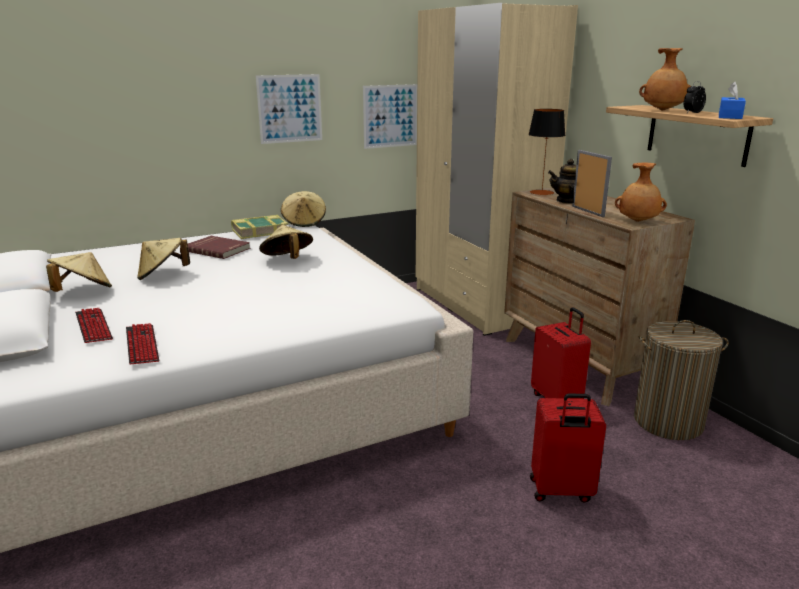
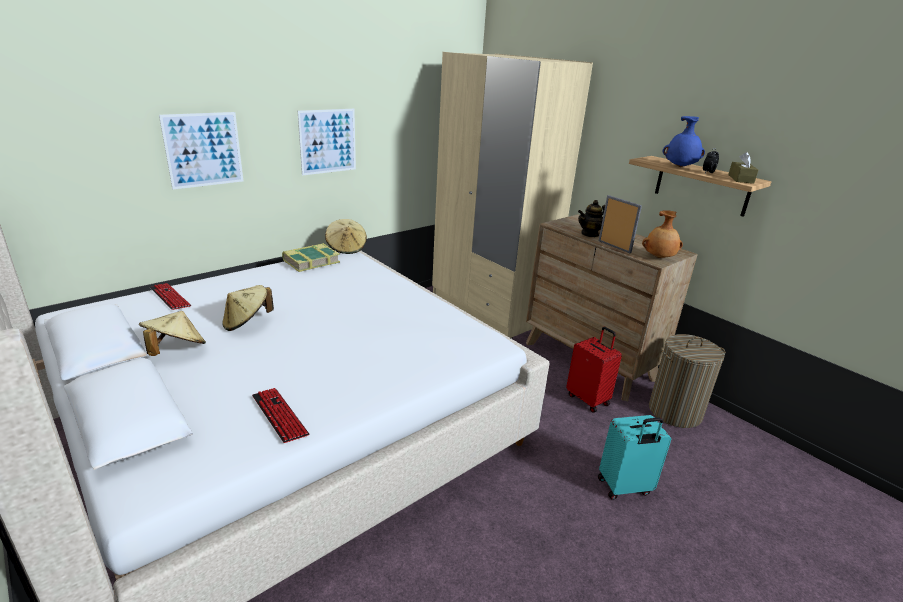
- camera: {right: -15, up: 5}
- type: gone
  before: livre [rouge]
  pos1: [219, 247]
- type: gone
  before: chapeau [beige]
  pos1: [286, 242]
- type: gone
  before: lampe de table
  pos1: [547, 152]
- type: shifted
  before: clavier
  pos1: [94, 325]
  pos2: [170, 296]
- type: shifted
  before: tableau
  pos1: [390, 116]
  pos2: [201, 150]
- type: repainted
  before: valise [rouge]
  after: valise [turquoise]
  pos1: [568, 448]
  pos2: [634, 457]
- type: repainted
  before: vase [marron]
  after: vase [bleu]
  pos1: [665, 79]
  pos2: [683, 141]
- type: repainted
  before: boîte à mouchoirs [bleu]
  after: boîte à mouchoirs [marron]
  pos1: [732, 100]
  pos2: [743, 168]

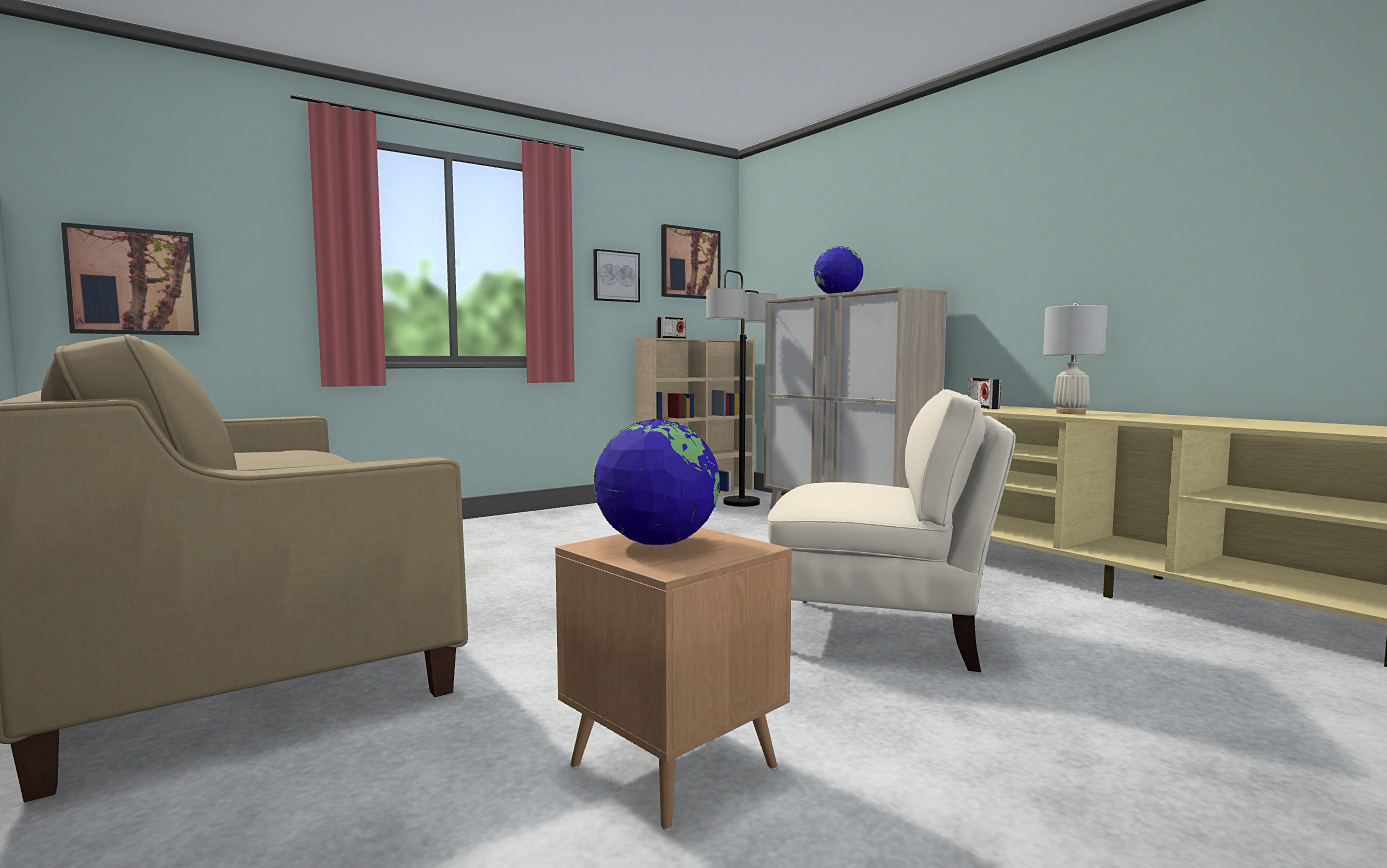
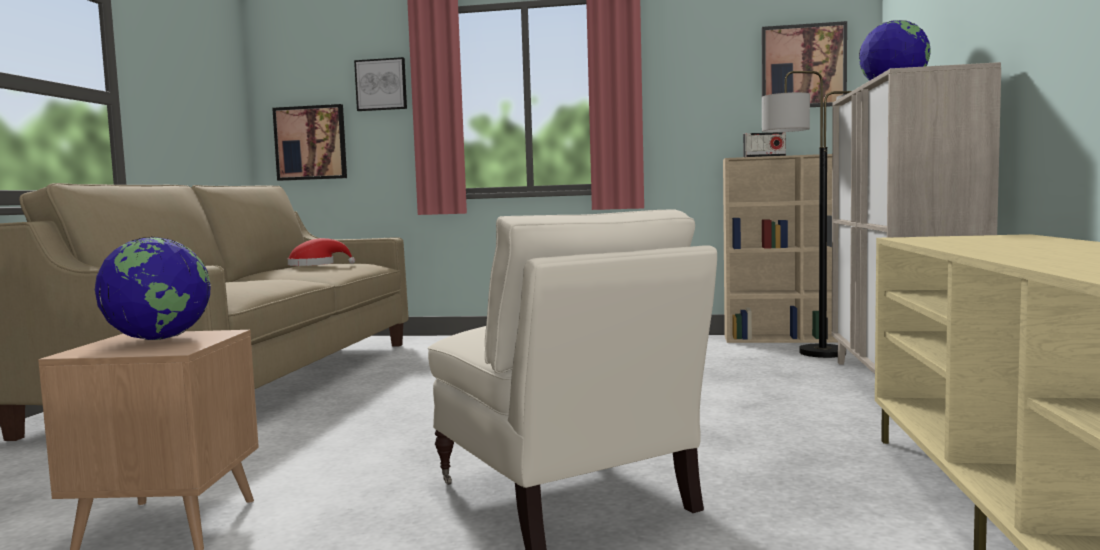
- camera: {right: 45, up: 0}
- type: gone
  before: radio
  pos1: [984, 393]
- type: gone
  before: lampe de table [blanc]
  pos1: [1075, 358]
- type: new
  after: chapeau [rouge]
  pos2: [321, 252]
- type: shifted
  before: tableau
  pos1: [616, 275]
  pos2: [380, 84]

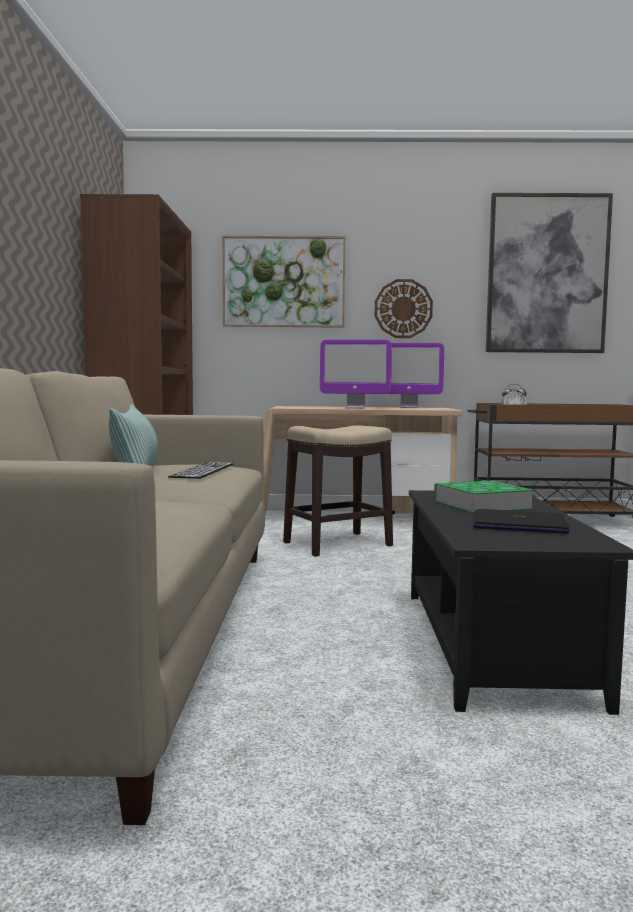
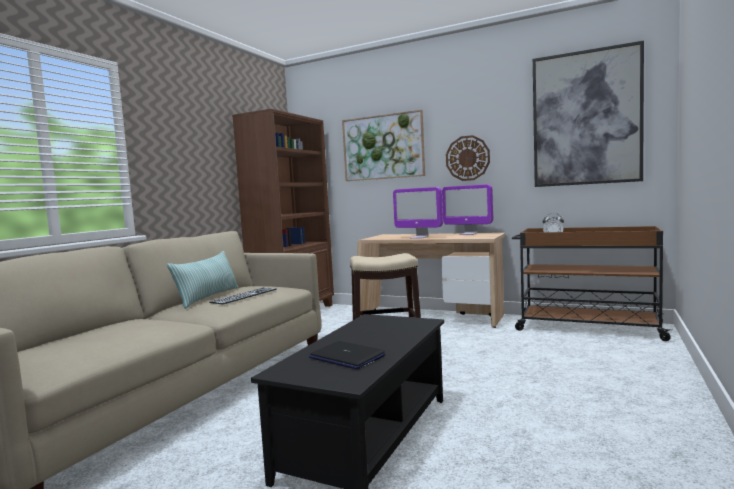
- camera: {right: 25, up: 0}
- type: gone
  before: livre
  pos1: [484, 496]

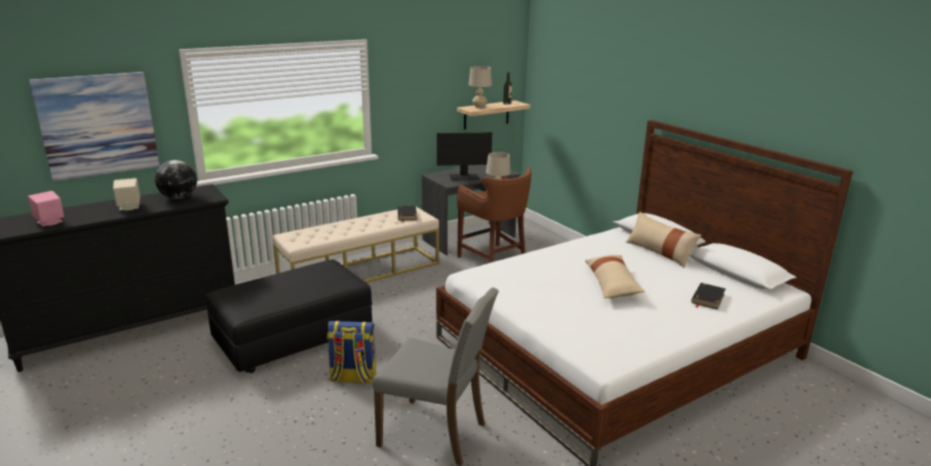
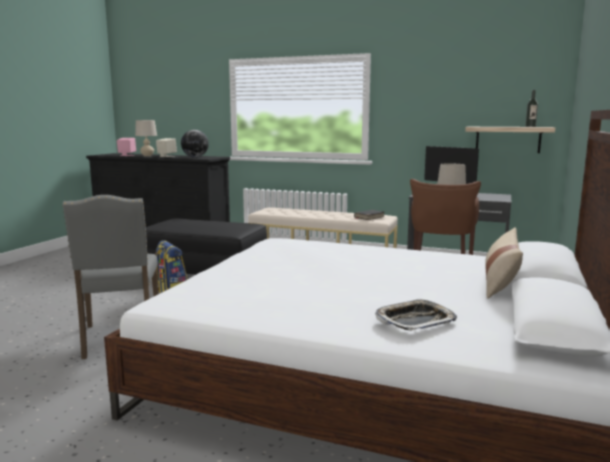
- camera: {right: 55, up: -10}
- type: gone
  before: tableau
  pos1: [94, 126]
- type: gone
  before: coussin [beige]
  pos1: [615, 276]
- type: shifted
  before: lampe de table [beige]
  pos1: [480, 87]
  pos2: [146, 138]
- type: swapped
  before: livre [noir]
  after: plateau
  pos1: [708, 296]
  pos2: [416, 315]

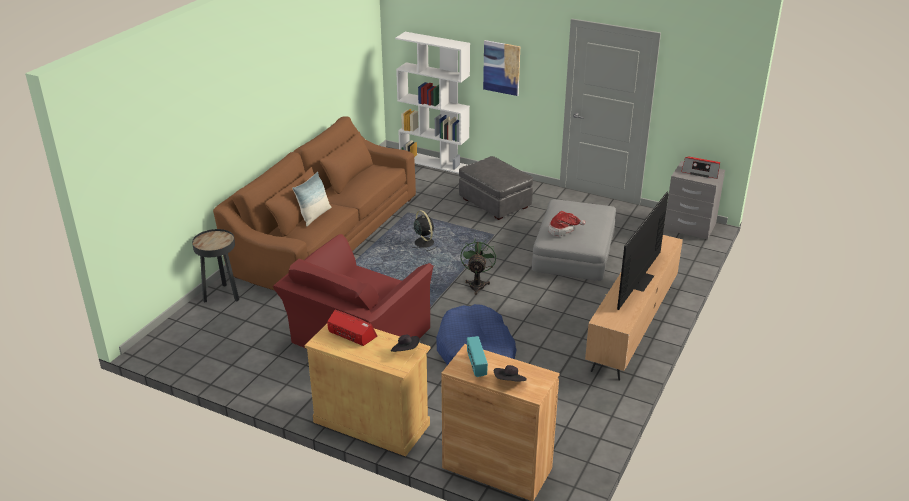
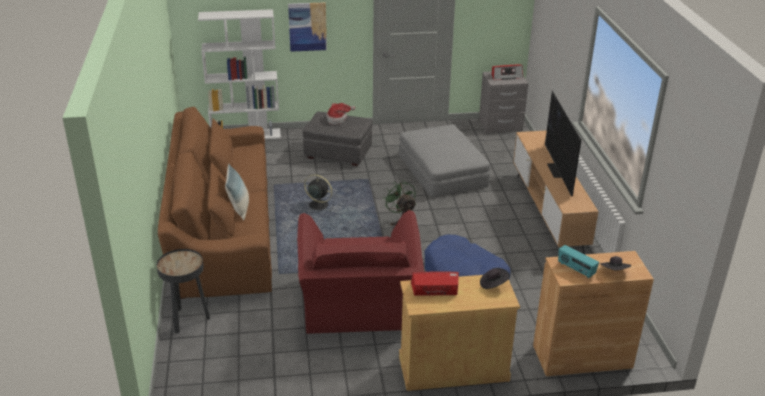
- camera: {right: -35, up: 0}
- type: shifted
  before: chapeau
  pos1: [567, 223]
  pos2: [340, 114]

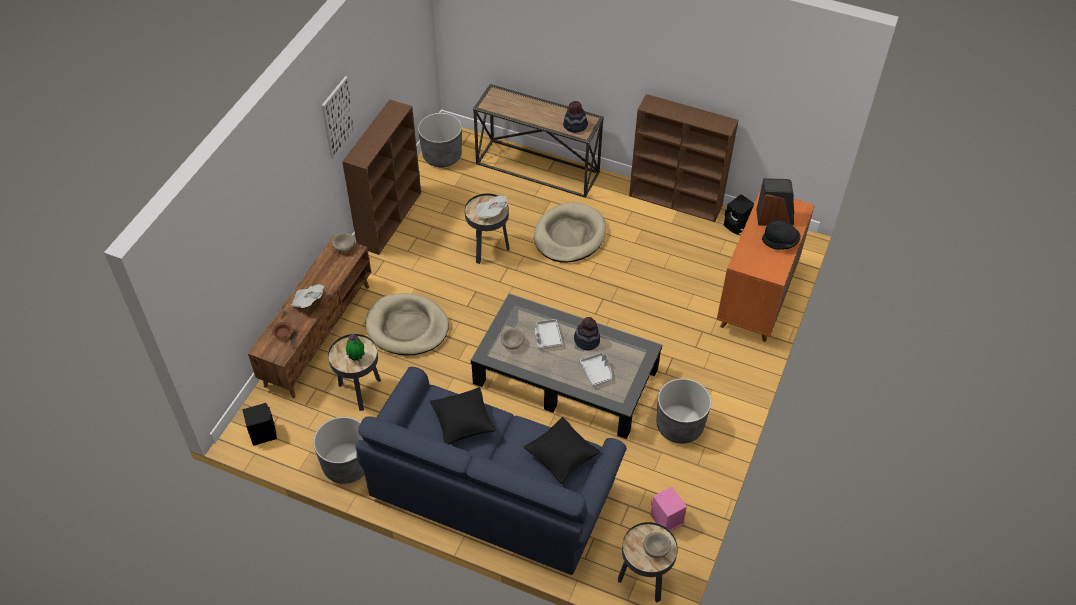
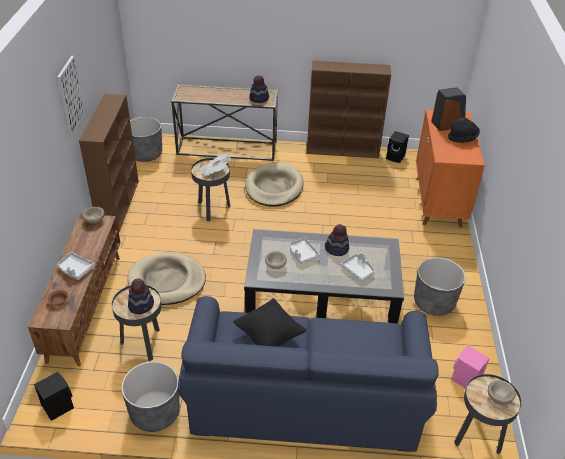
- camera: {right: -20, up: -10}
- type: gone
  before: coussin [noir]
  pos1: [562, 450]
- type: swapped
  before: journal
  after: plateau [gris]
  pos1: [307, 296]
  pos2: [76, 266]
- type: swapped
  before: plante en pot
  after: chapeau
  pos1: [355, 347]
  pos2: [141, 296]

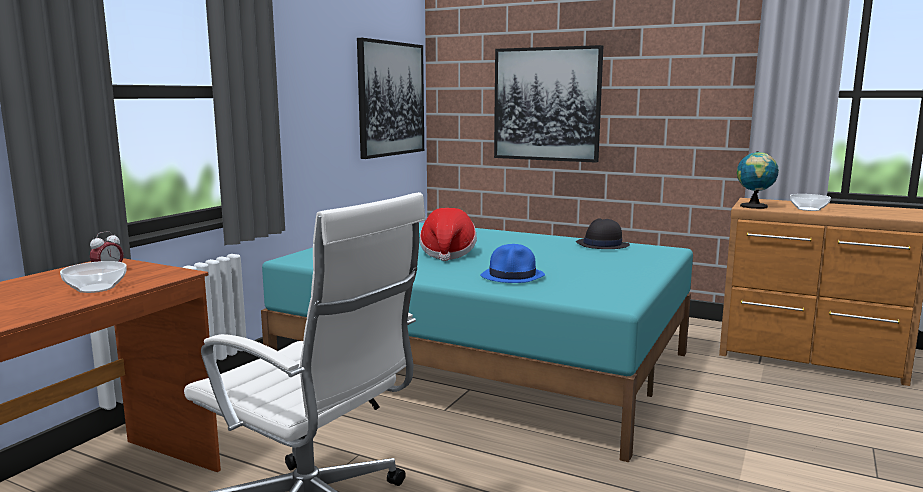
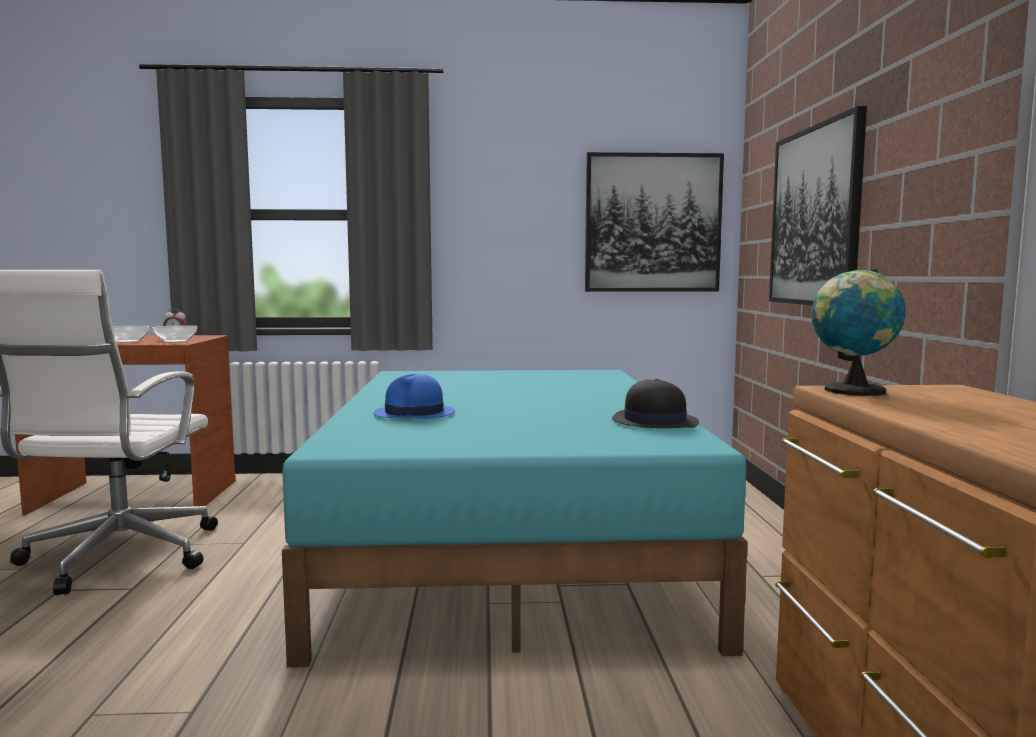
- camera: {right: 60, up: -5}
- type: gone
  before: chapeau
  pos1: [448, 234]
- type: shifted
  before: bol
  pos1: [810, 202]
  pos2: [174, 334]

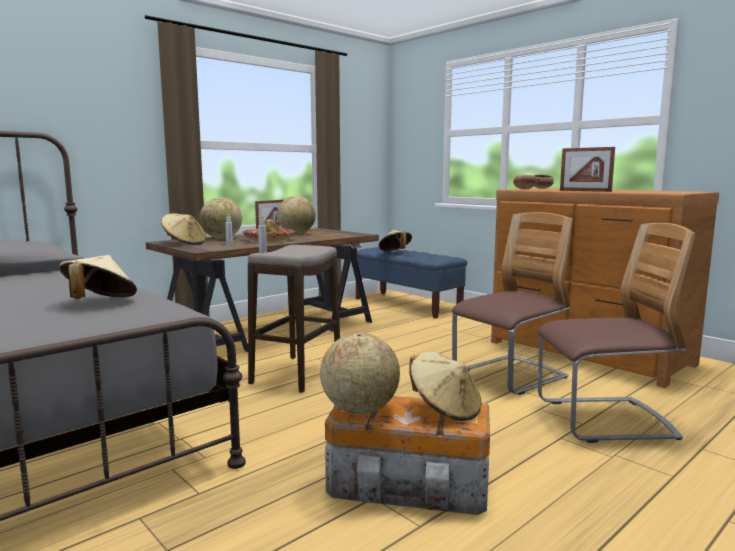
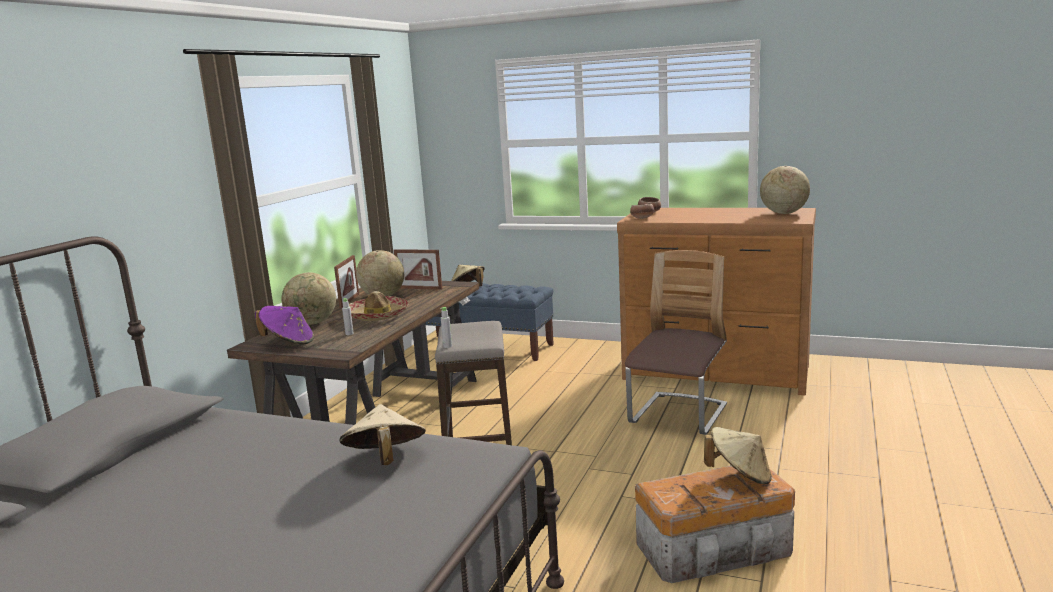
- camera: {right: -25, up: 5}
- type: gone
  before: chaise
  pos1: [616, 333]
- type: shifted
  before: globe
  pos1: [360, 373]
  pos2: [785, 190]
- type: shifted
  before: cadre photo
  pos1: [587, 169]
  pos2: [418, 269]
- type: repainted
  before: chapeau [beige]
  after: chapeau [violet]
  pos1: [183, 229]
  pos2: [284, 325]

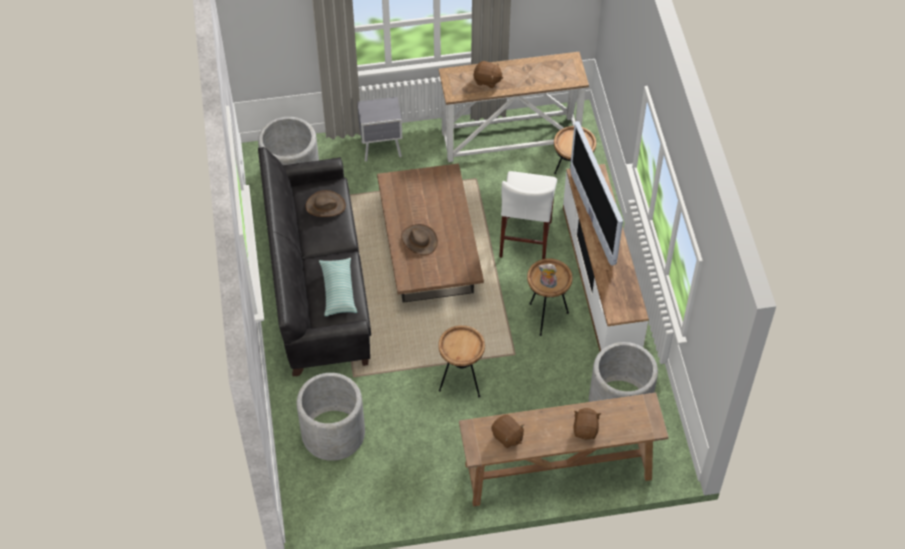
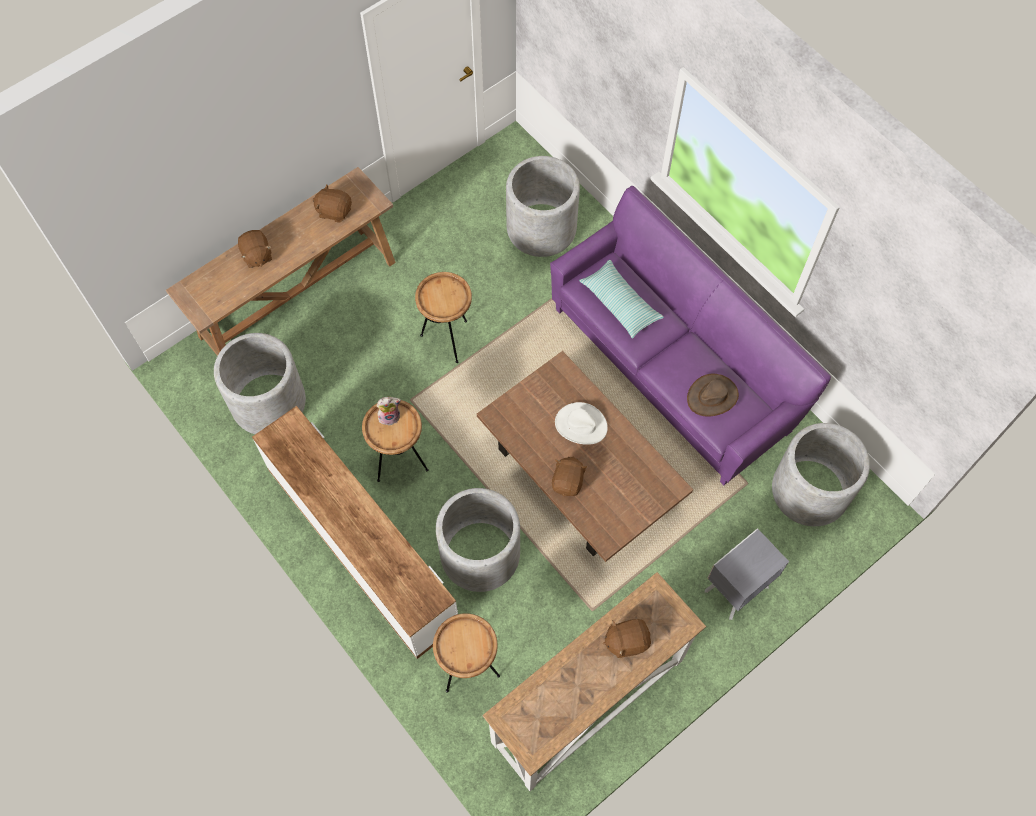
- camera: {right: 150, up: 10}
- type: gone
  before: téléviseur
  pos1: [596, 193]
- type: new
  after: peluche [marron]
  pos2: [569, 476]
- type: swapped
  before: tabouret [blanc]
  after: cache-pot [gris]
  pos1: [528, 215]
  pos2: [478, 540]
- type: repainted
  before: canapé [noir]
  after: canapé [violet]
  pos1: [314, 262]
  pos2: [690, 335]
- type: repainted
  before: chapeau [marron]
  after: chapeau [blanc]
  pos1: [419, 239]
  pos2: [581, 423]

